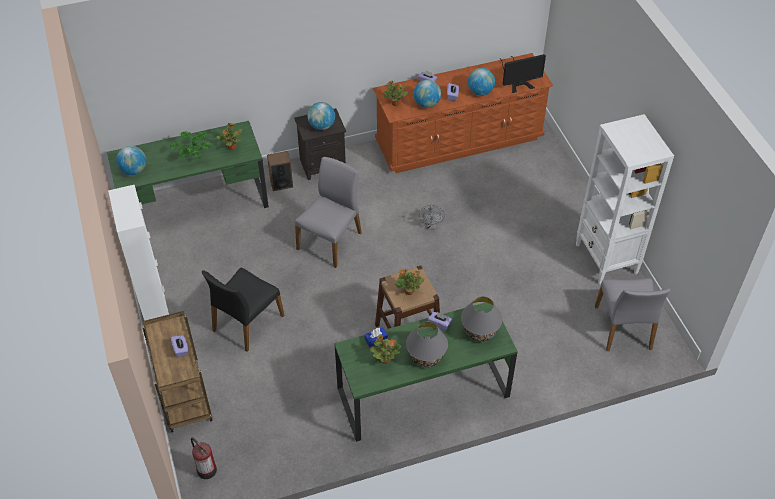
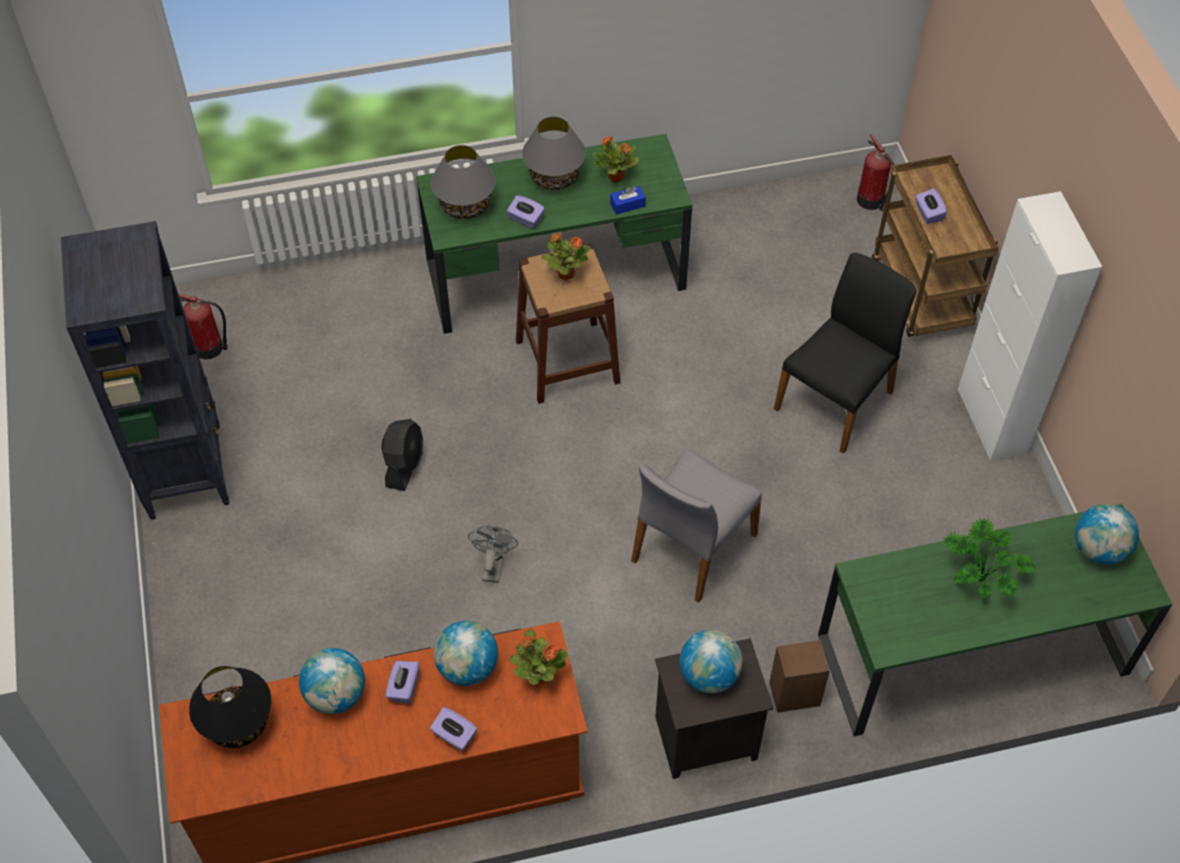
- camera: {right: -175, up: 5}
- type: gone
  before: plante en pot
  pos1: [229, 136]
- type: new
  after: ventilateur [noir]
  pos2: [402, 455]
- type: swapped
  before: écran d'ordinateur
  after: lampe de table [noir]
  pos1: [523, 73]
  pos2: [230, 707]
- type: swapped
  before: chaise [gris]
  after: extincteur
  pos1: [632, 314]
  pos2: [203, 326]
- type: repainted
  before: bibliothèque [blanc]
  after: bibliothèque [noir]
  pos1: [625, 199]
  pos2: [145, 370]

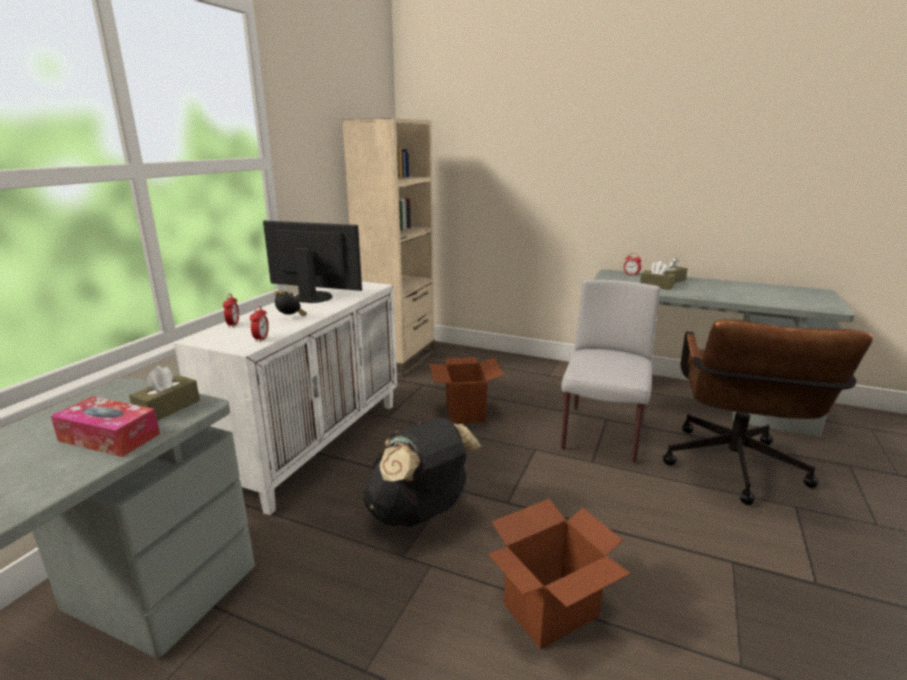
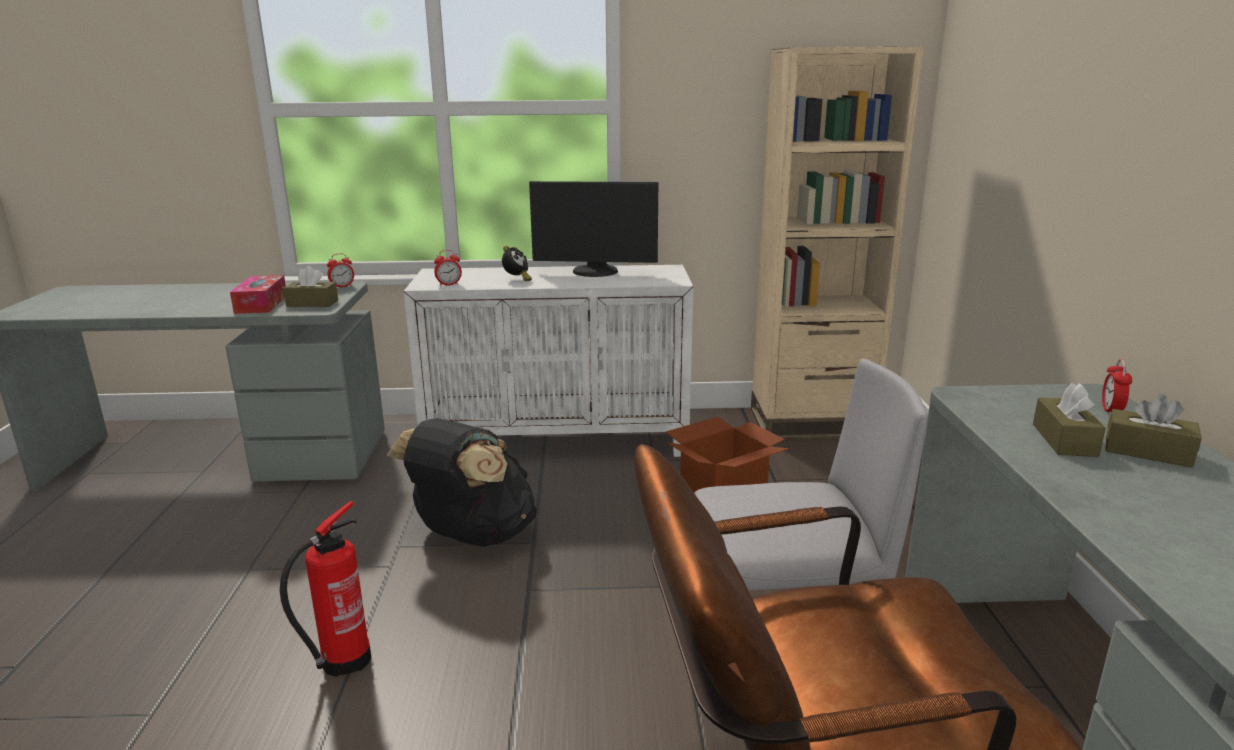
- camera: {right: 65, up: 0}
- type: shifted
  before: réveil
  pos1: [231, 310]
  pos2: [340, 270]
- type: swapped
  before: carton
  after: extincteur
  pos1: [559, 574]
  pos2: [325, 589]
- type: rotated
  before: écran d'ordinateur
  pos1: [312, 262]
  pos2: [593, 229]
  turn: 105

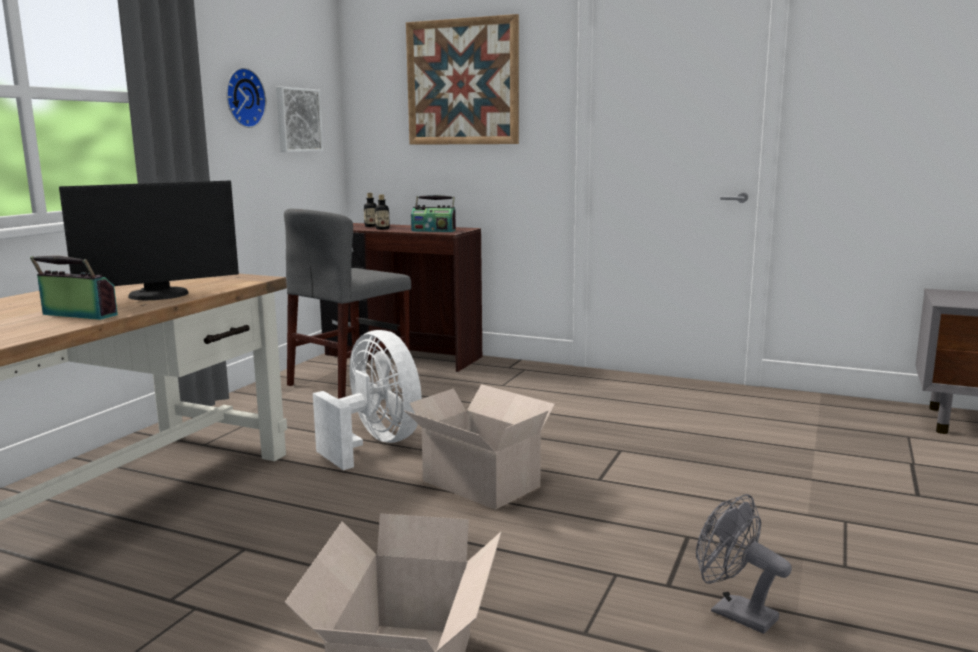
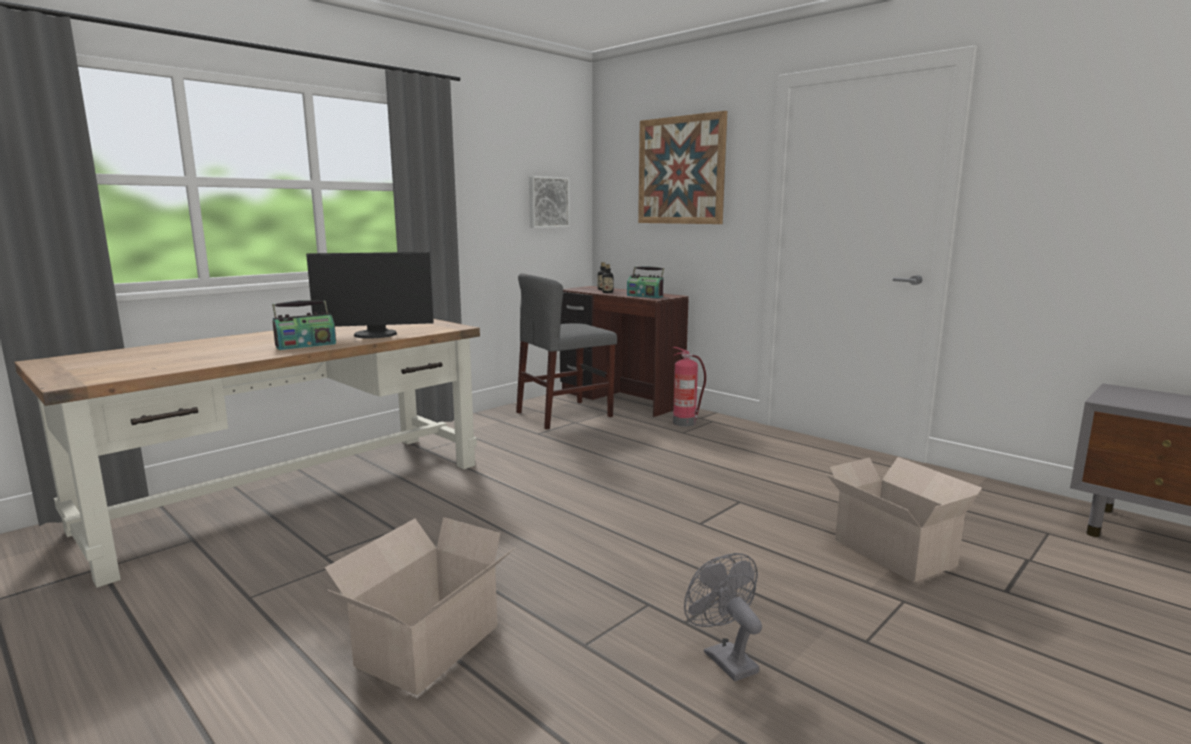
- camera: {right: 20, up: 0}
- type: gone
  before: horloge murale
  pos1: [246, 98]
- type: gone
  before: ventilateur [blanc]
  pos1: [367, 400]
- type: new
  after: extincteur
  pos2: [689, 387]
- type: shifted
  before: carton
  pos1: [479, 447]
  pos2: [904, 520]
- type: rotated
  before: radio
  pos1: [74, 287]
  pos2: [304, 325]
  turn: 105

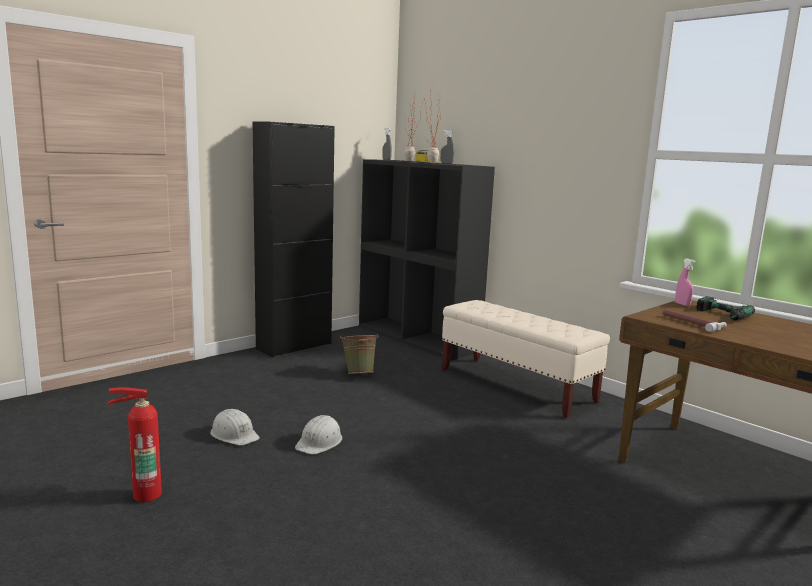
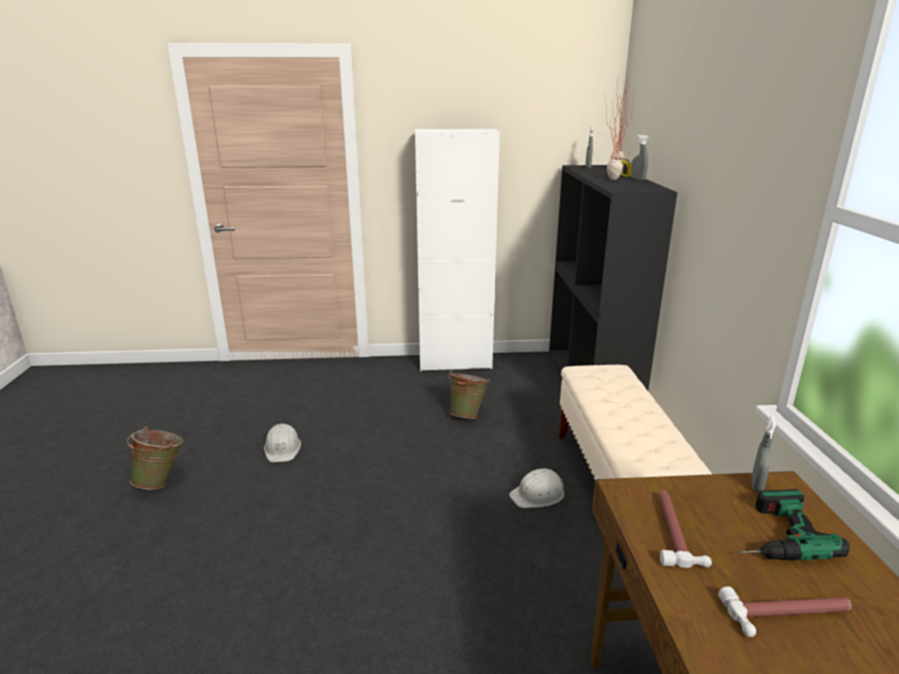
- camera: {right: 40, up: 10}
- type: new
  after: marteau
  pos2: [785, 612]
- type: shifted
  before: casque de chantier [blanc]
  pos1: [318, 434]
  pos2: [536, 488]
- type: swapped
  before: extincteur
  after: seau [vert]
  pos1: [134, 444]
  pos2: [155, 458]
- type: repainted
  before: meuble de rangement [noir]
  after: meuble de rangement [blanc]
  pos1: [294, 239]
  pos2: [457, 250]
- type: repainted
  before: vaporisateur [rose]
  after: vaporisateur [gris]
  pos1: [685, 282]
  pos2: [764, 454]

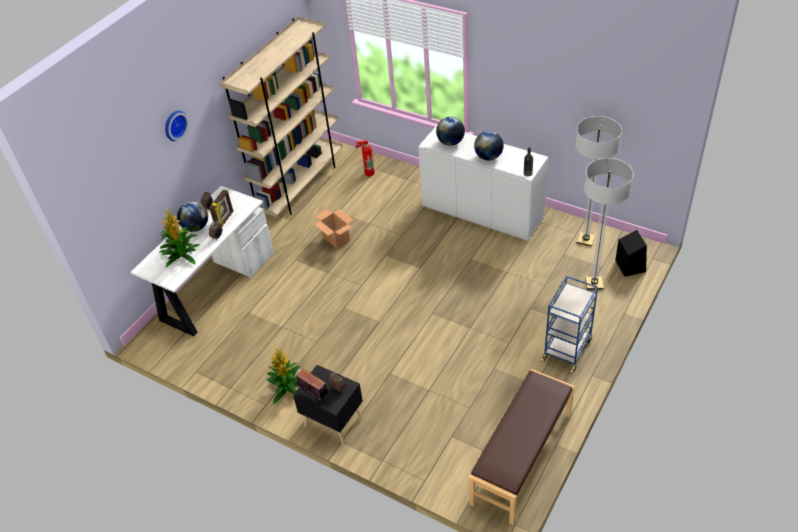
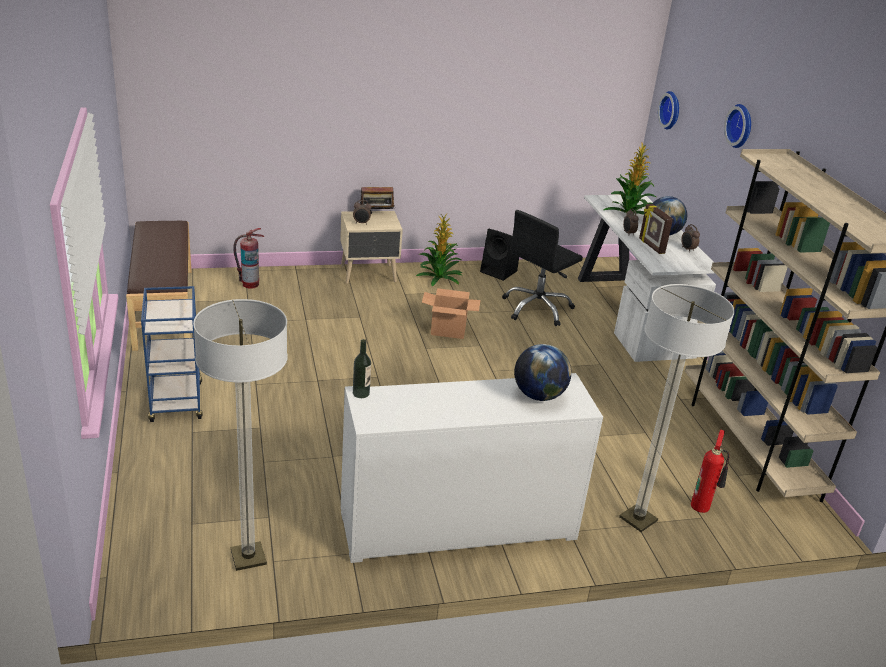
- camera: {right: 130, up: -15}
- type: gone
  before: globe
  pos1: [489, 145]
- type: new
  after: extincteur
  pos2: [248, 258]
- type: new
  after: chaise de bureau [noir]
  pos2: [542, 268]
- type: new
  after: horloge murale
  pos2: [668, 110]
- type: shifted
  before: carton
  pos1: [334, 229]
  pos2: [451, 313]
- type: shifted
  before: lampadaire
  pos1: [608, 224]
  pos2: [677, 408]
- type: shifted
  before: enceinte [noir]
  pos1: [631, 253]
  pos2: [499, 255]
- type: repainted
  before: table de chevet [noir]
  after: table de chevet [beige]
  pos1: [328, 405]
  pos2: [371, 247]

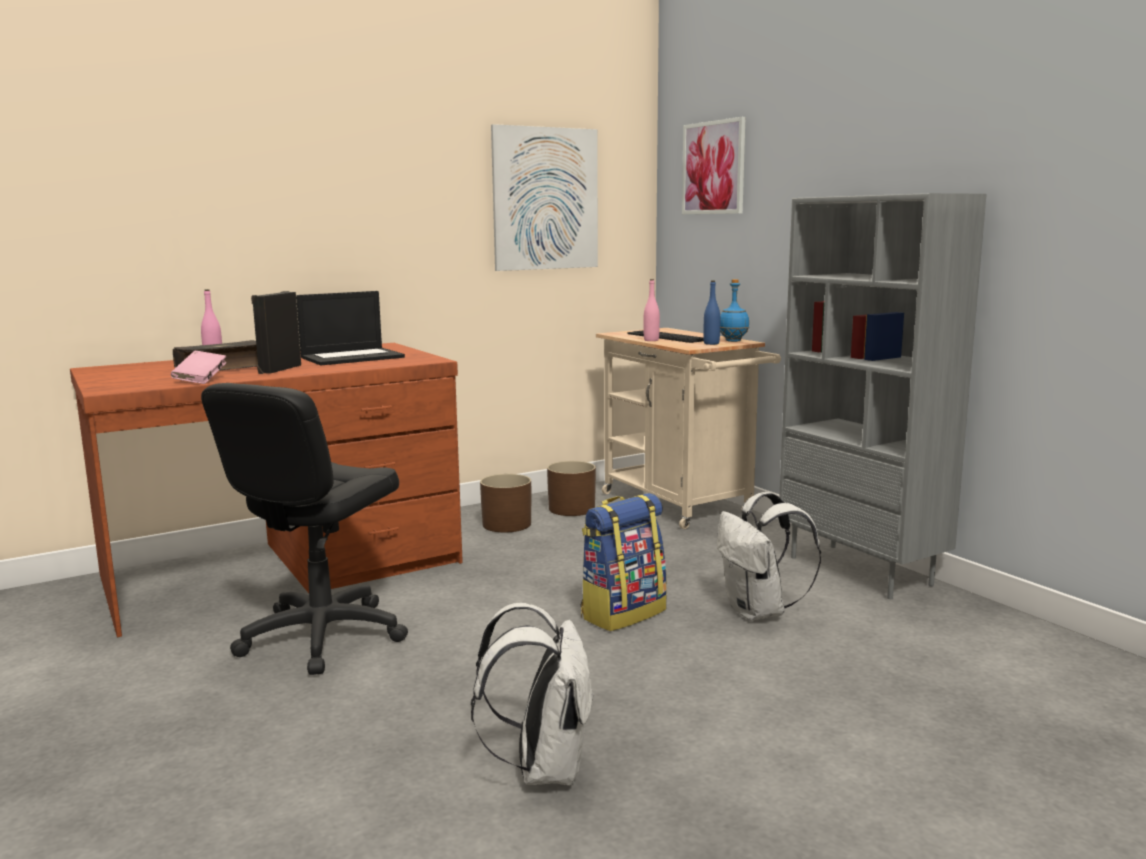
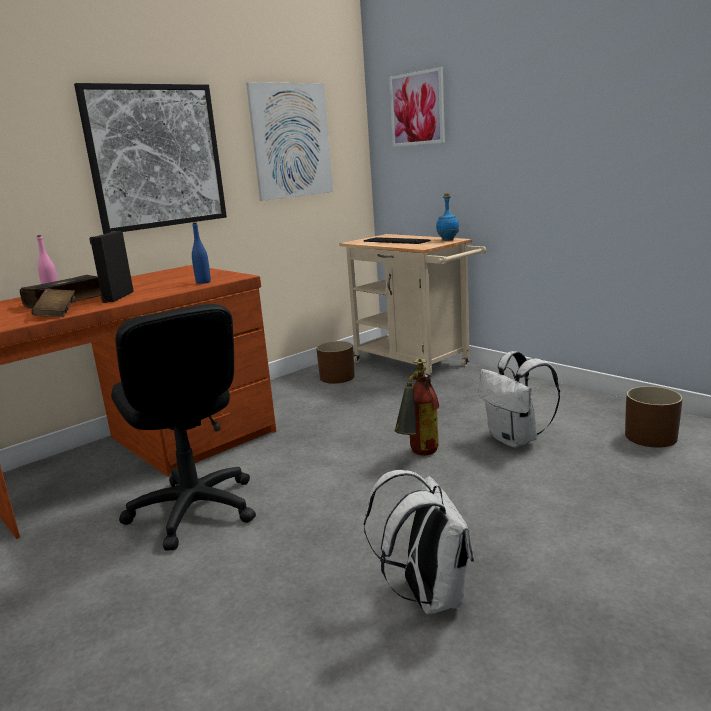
- camera: {right: -10, up: 5}
- type: gone
  before: ordinateur portable
  pos1: [350, 328]
- type: gone
  before: bouteille [rose]
  pos1: [652, 310]
- type: gone
  before: bibliothèque [gris]
  pos1: [883, 396]
- type: new
  after: tableau
  pos2: [150, 158]
- type: shifted
  before: cache-pot [marron]
  pos1: [505, 503]
  pos2: [654, 417]
- type: shifted
  before: bouteille [bleu]
  pos1: [712, 313]
  pos2: [201, 253]
- type: swapped
  before: sac à dos
  after: extincteur
  pos1: [624, 562]
  pos2: [417, 407]
- type: repainted
  before: livre [rose]
  after: livre [marron]
  pos1: [198, 367]
  pos2: [53, 303]
- type: rotated
  before: chaise de bureau [noir]
  pos1: [304, 529]
  pos2: [183, 427]
  turn: -45

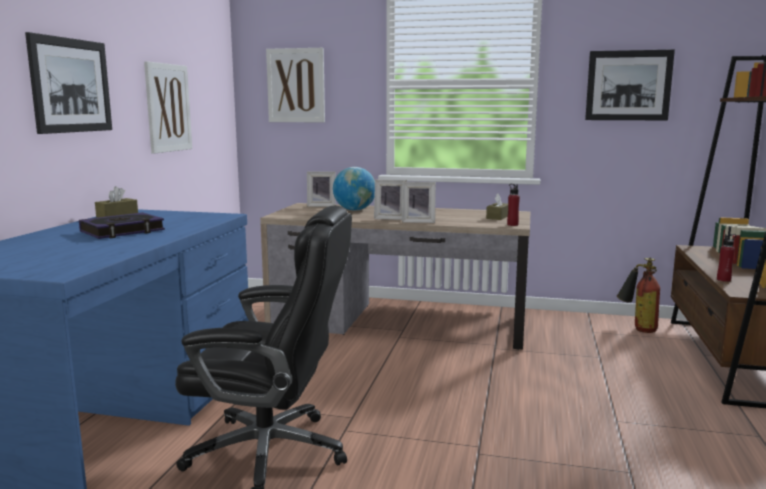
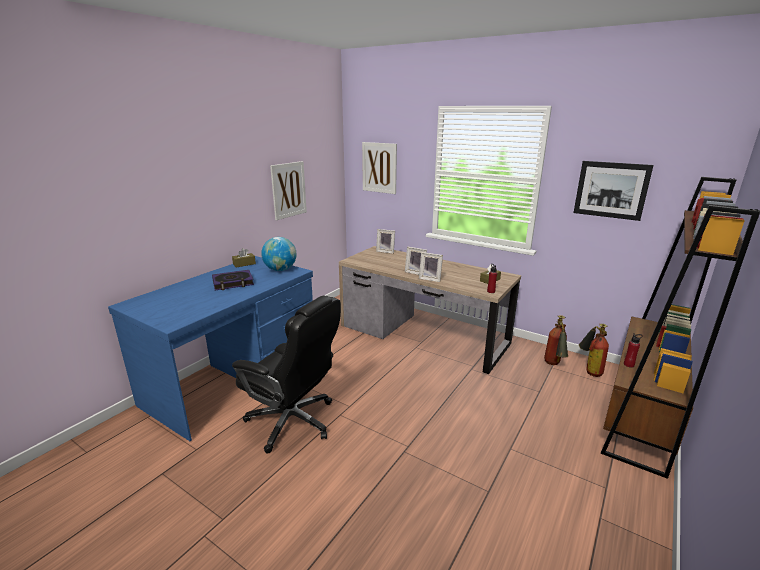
- camera: {right: 20, up: 10}
- type: gone
  before: tableau
  pos1: [68, 83]
- type: new
  after: extincteur
  pos2: [556, 340]
- type: shifted
  before: globe
  pos1: [354, 189]
  pos2: [279, 254]

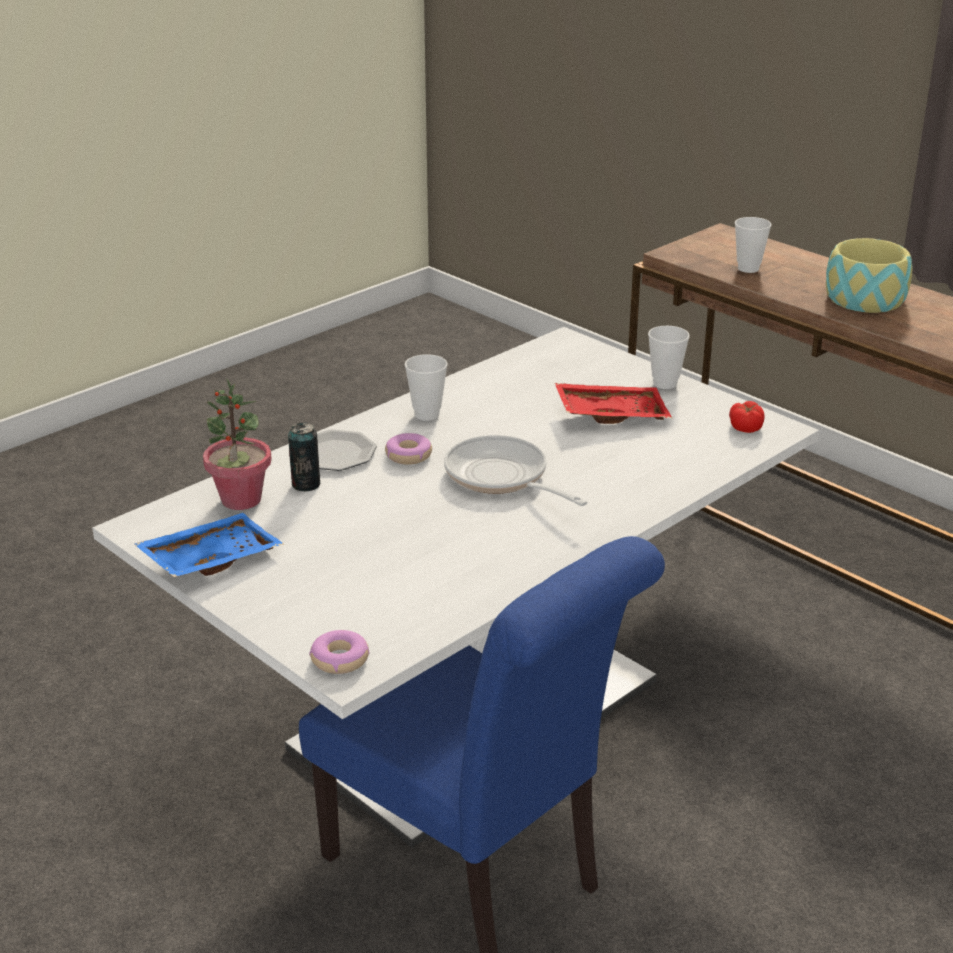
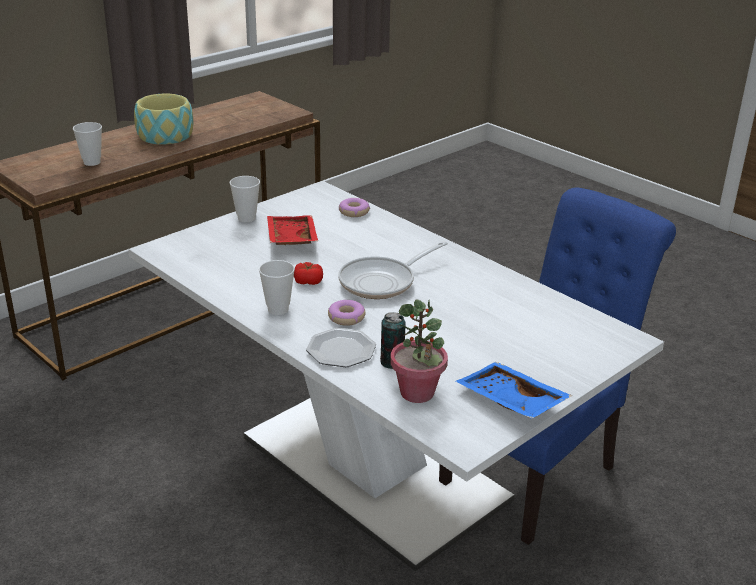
- camera: {right: -90, up: 0}
- type: shifted
  before: beignet
  pos1: [339, 652]
  pos2: [354, 207]
- type: shifted
  before: tomate
  pos1: [746, 417]
  pos2: [308, 273]

